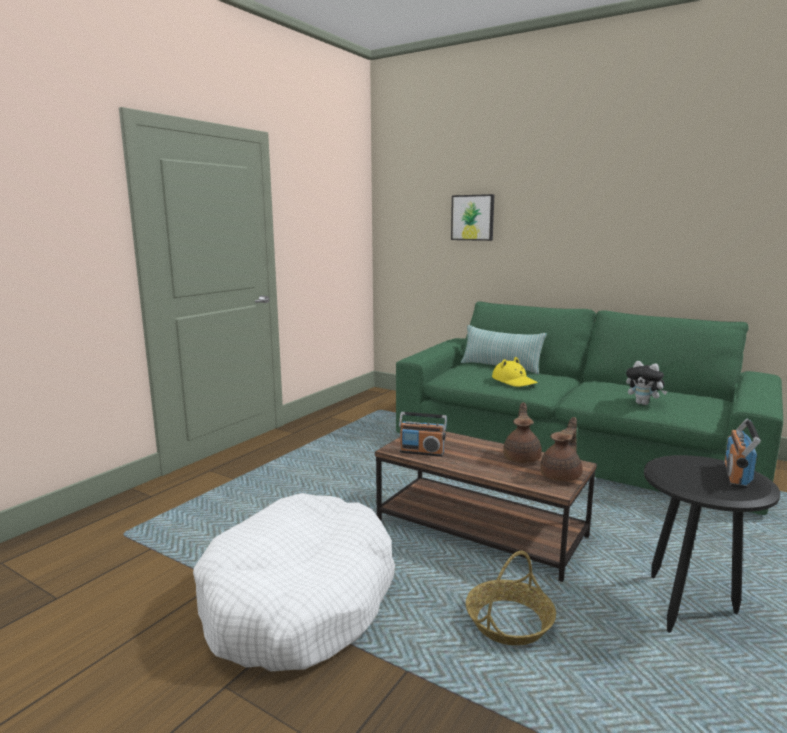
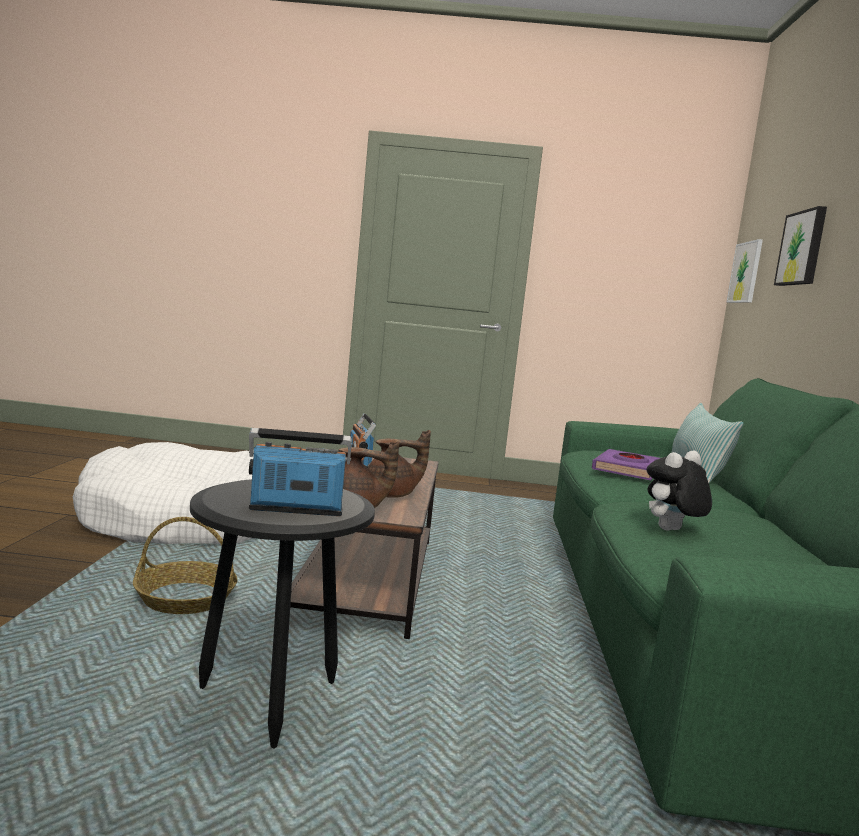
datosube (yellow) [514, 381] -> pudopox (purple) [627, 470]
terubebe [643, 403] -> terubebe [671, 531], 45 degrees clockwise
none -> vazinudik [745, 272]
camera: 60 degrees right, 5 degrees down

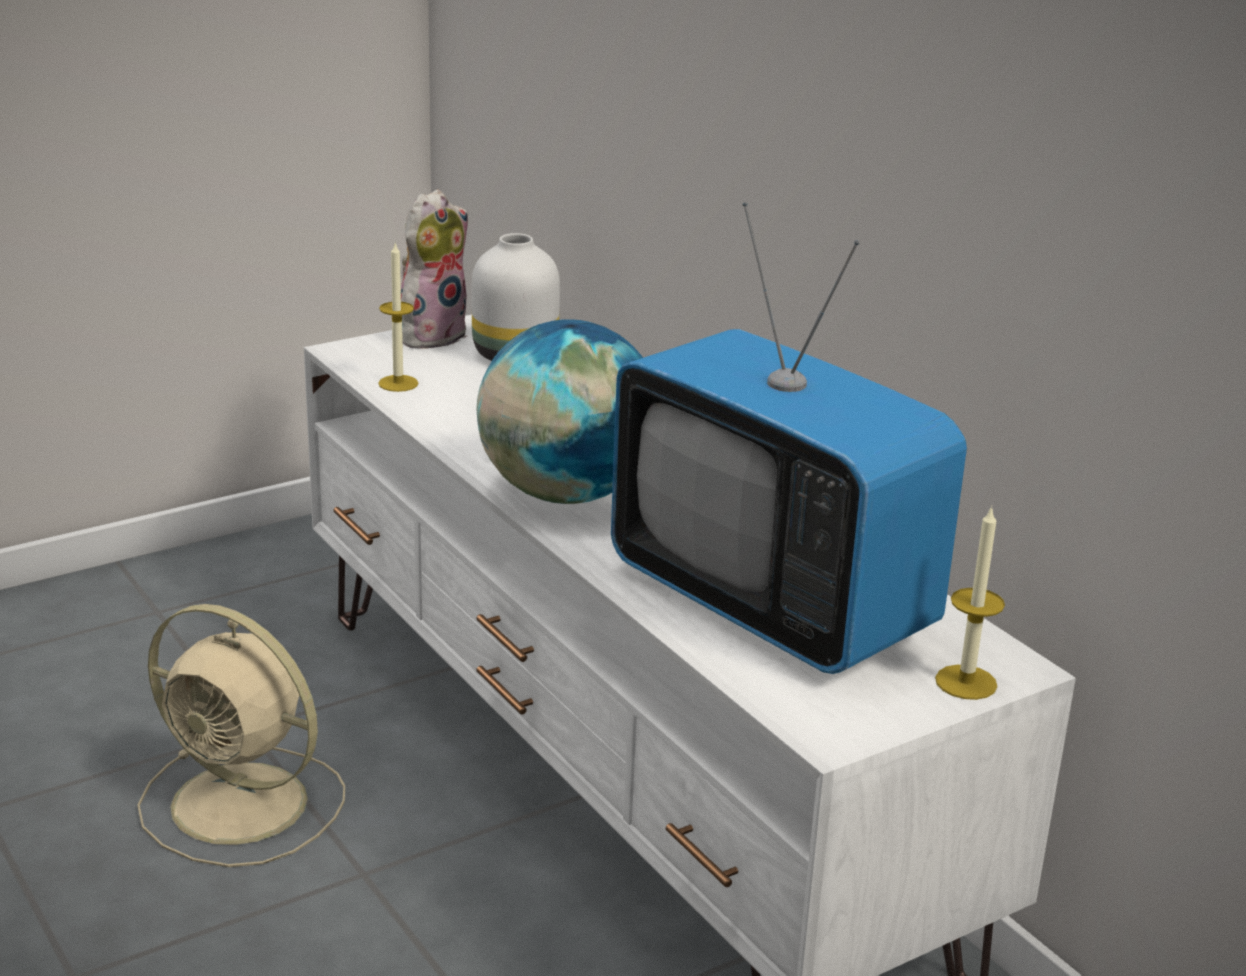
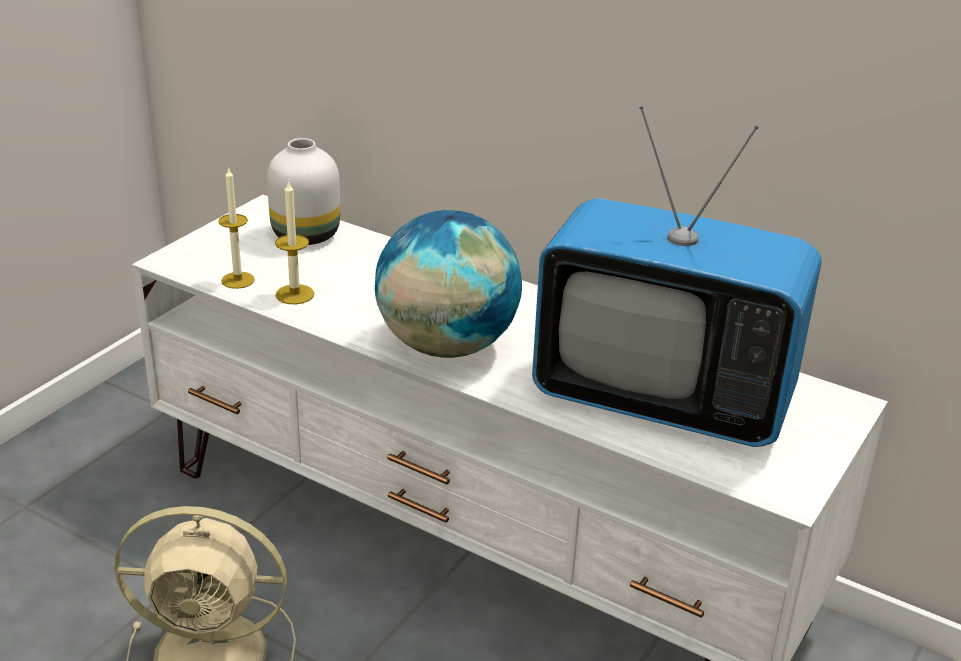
terubebe [431, 334] -> none
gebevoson [966, 682] -> gebevoson [295, 294], moved
camera: 25 degrees left, 5 degrees up

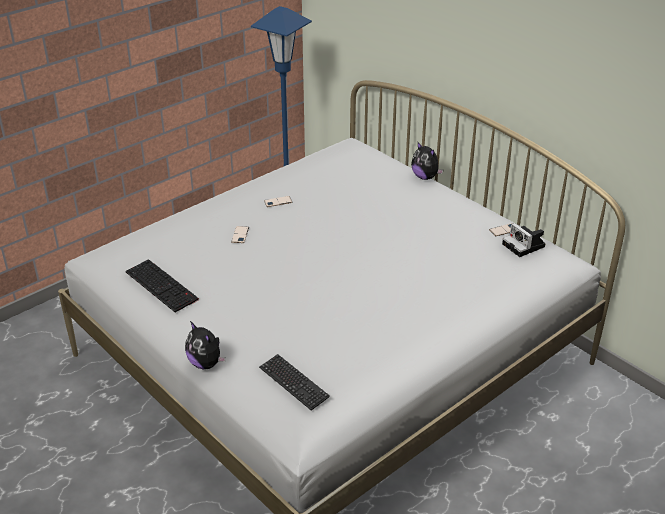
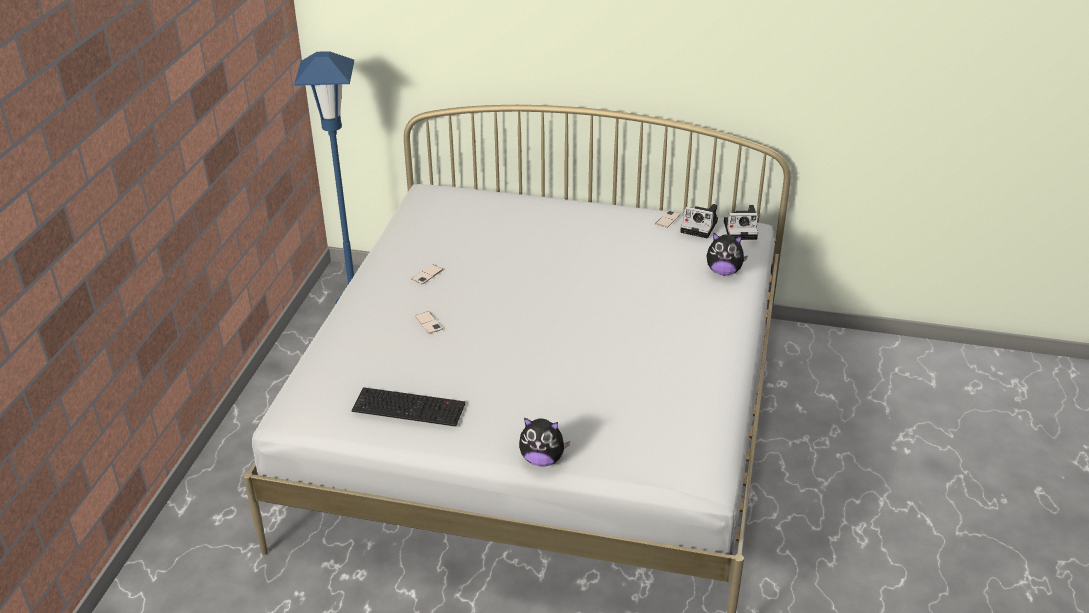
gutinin [294, 383] -> none
terubebe [425, 177] -> terubebe [723, 271], moved
none -> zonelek [741, 230]
camera: 35 degrees left, 0 degrees up

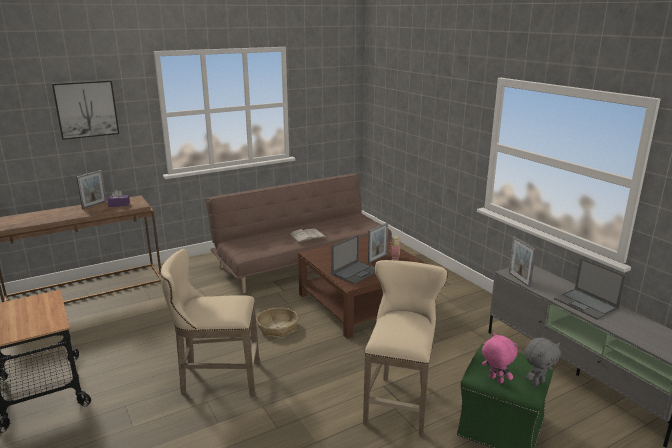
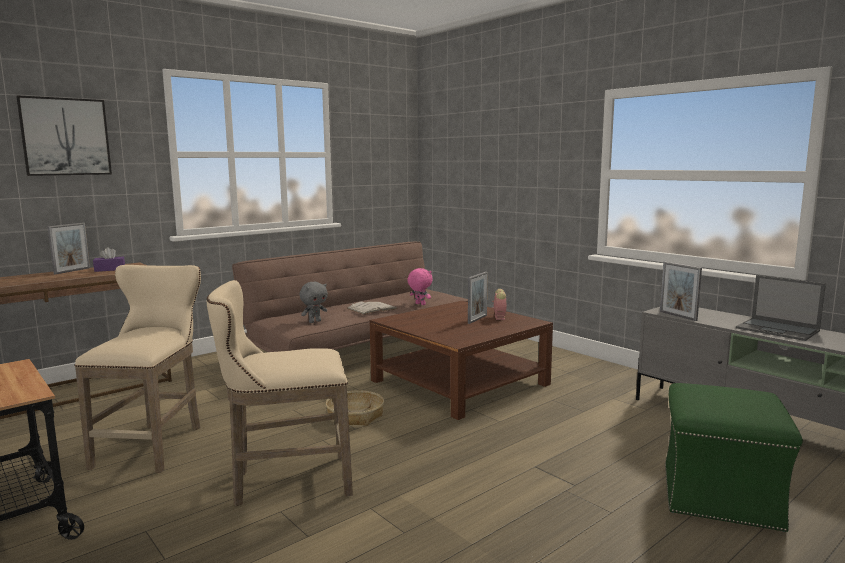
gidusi [356, 272] -> none
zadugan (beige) [400, 401] -> zadugan (beige) [155, 444], moved
terubebe (pink) [495, 380] -> terubebe (pink) [419, 304], moved
terubebe (grey) [537, 382] -> terubebe (grey) [314, 321], moved
camera: 10 degrees left, 10 degrees down

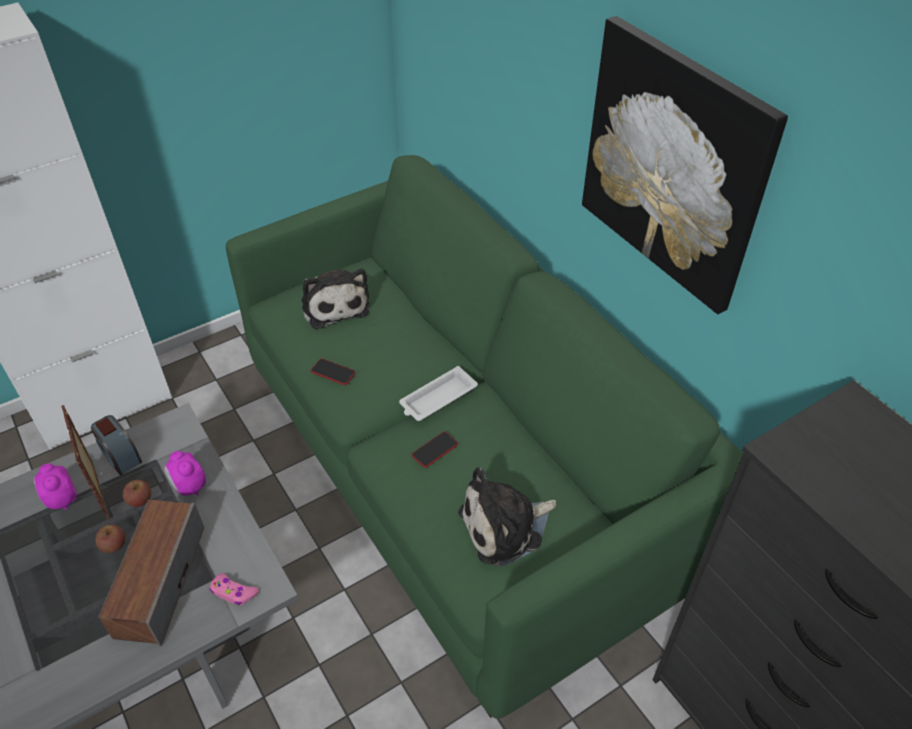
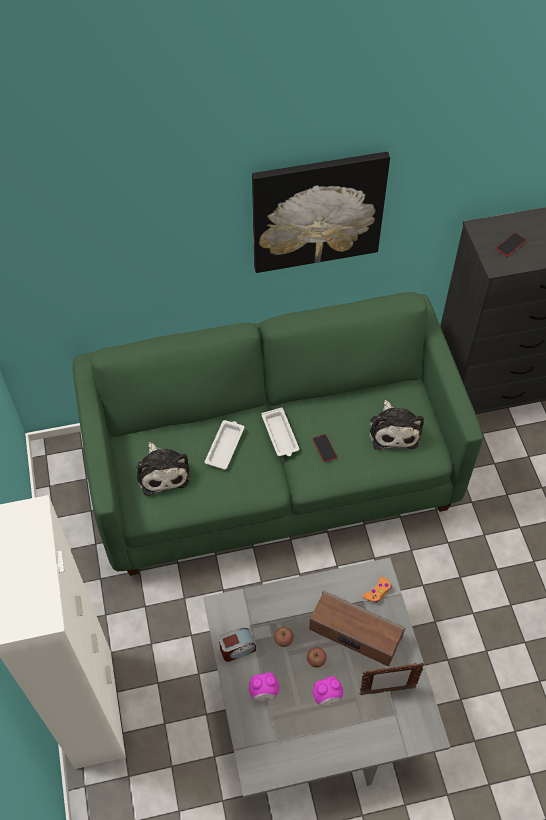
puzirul [101, 491] -> puzirul [386, 690], moved
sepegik [189, 486] -> sepegik [327, 696], moved
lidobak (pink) [233, 593] -> lidobak (orange) [377, 592]
terubebe [334, 304] -> terubebe [162, 472], 75 degrees clockwise
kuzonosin [333, 372] -> kuzonosin [510, 245], moved
none -> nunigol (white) [225, 446]
camera: 70 degrees left, 10 degrees up

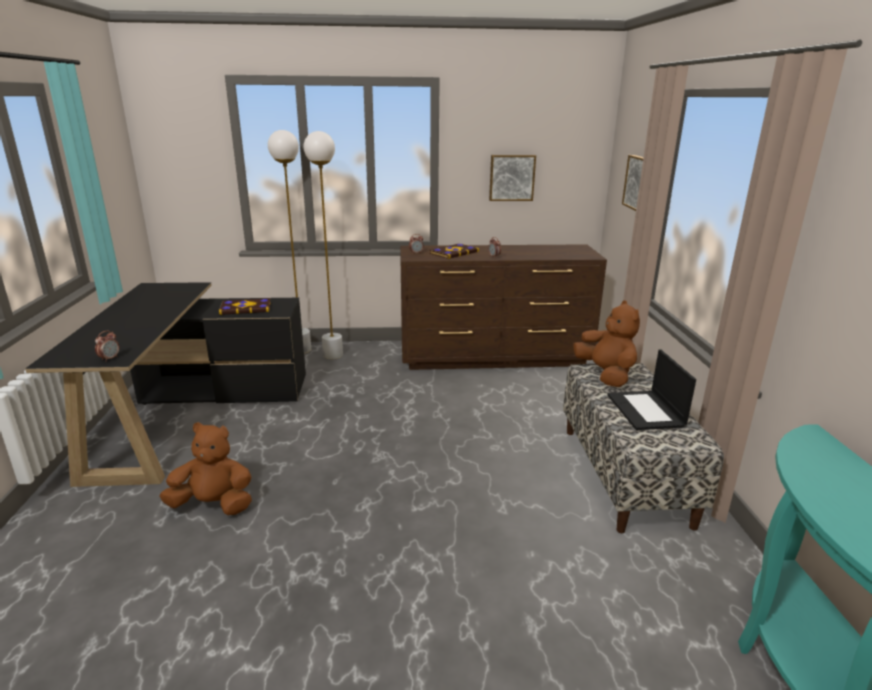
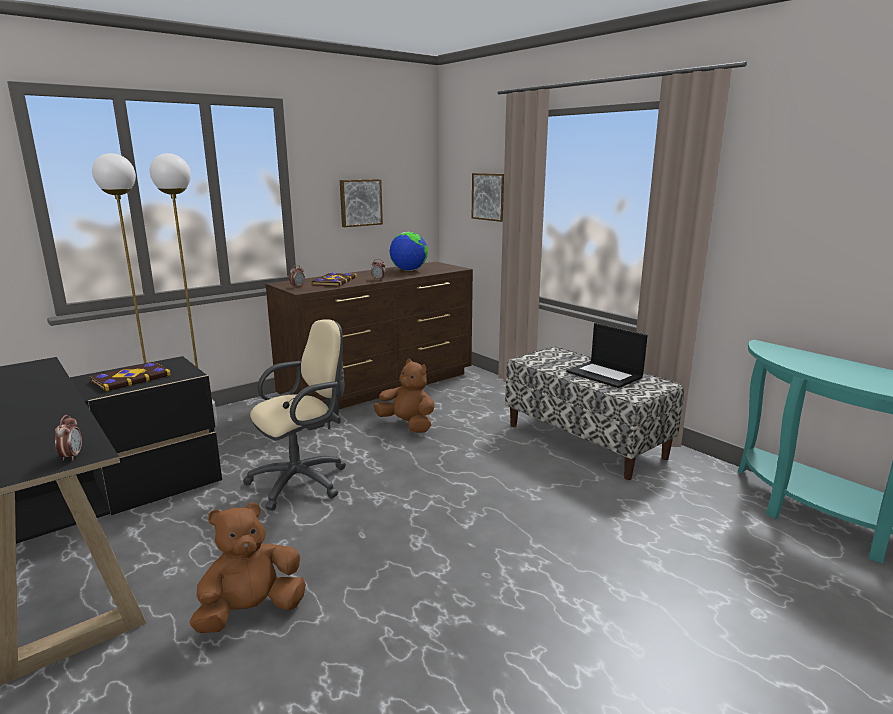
terubebe (brown) [606, 375] -> terubebe (brown) [407, 425], moved
none -> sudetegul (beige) [303, 481]
none -> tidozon [409, 270]
camera: 35 degrees left, 5 degrees down

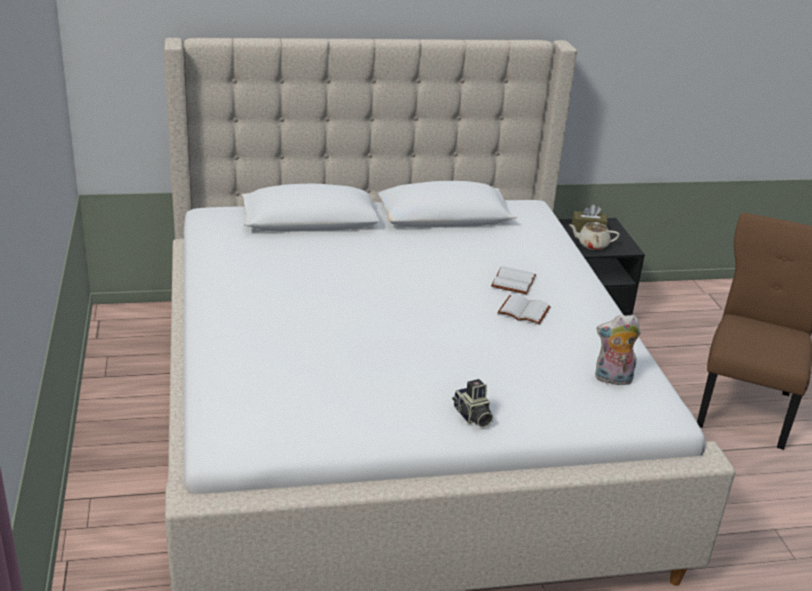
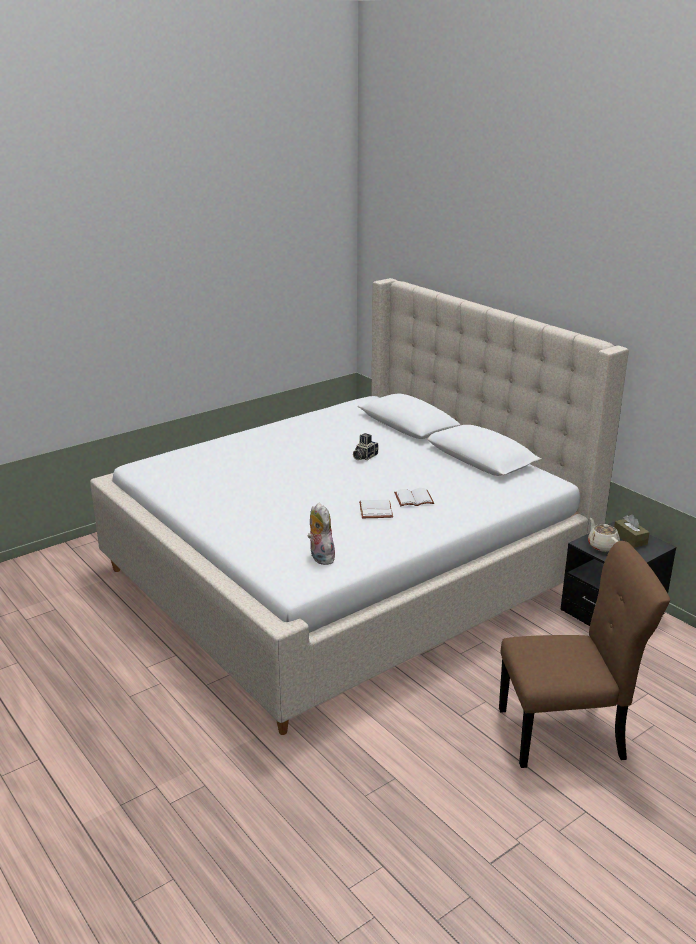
zonelek [472, 416] -> zonelek [364, 456], moved
camera: 65 degrees right, 5 degrees down

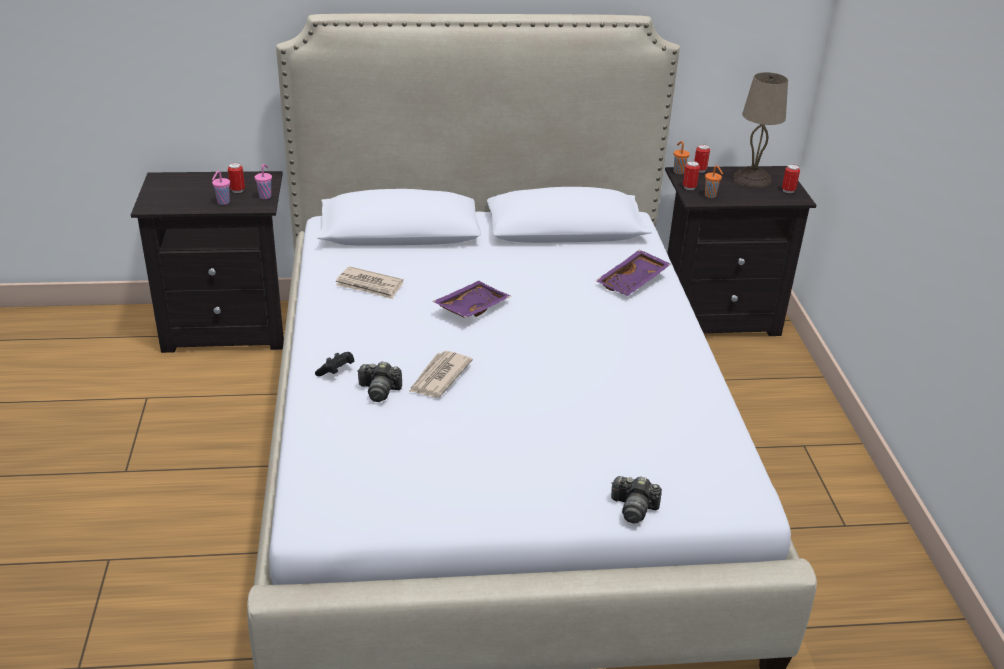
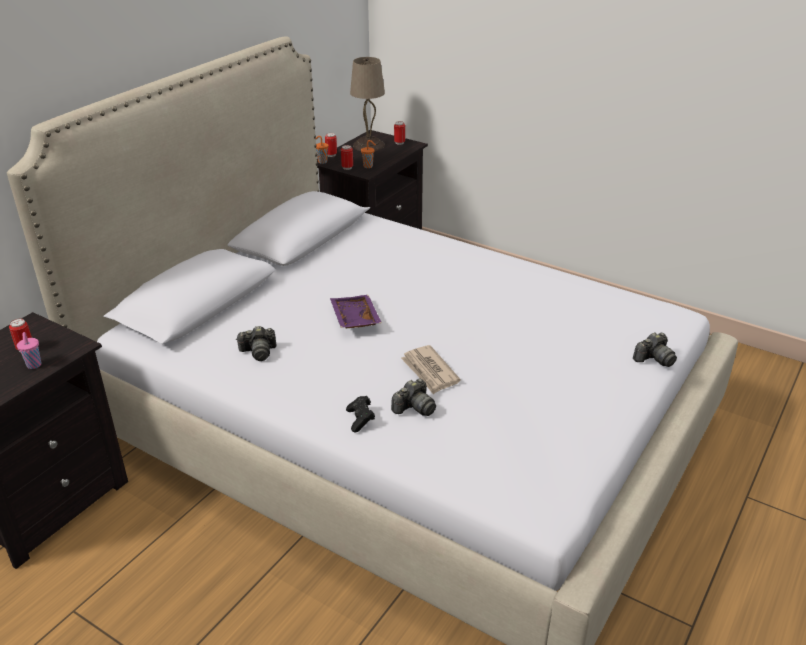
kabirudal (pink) [265, 196] -> none
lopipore [369, 286] -> zonelek [258, 352]
nunigol (purple) [633, 282] -> none
camera: 50 degrees left, 0 degrees up

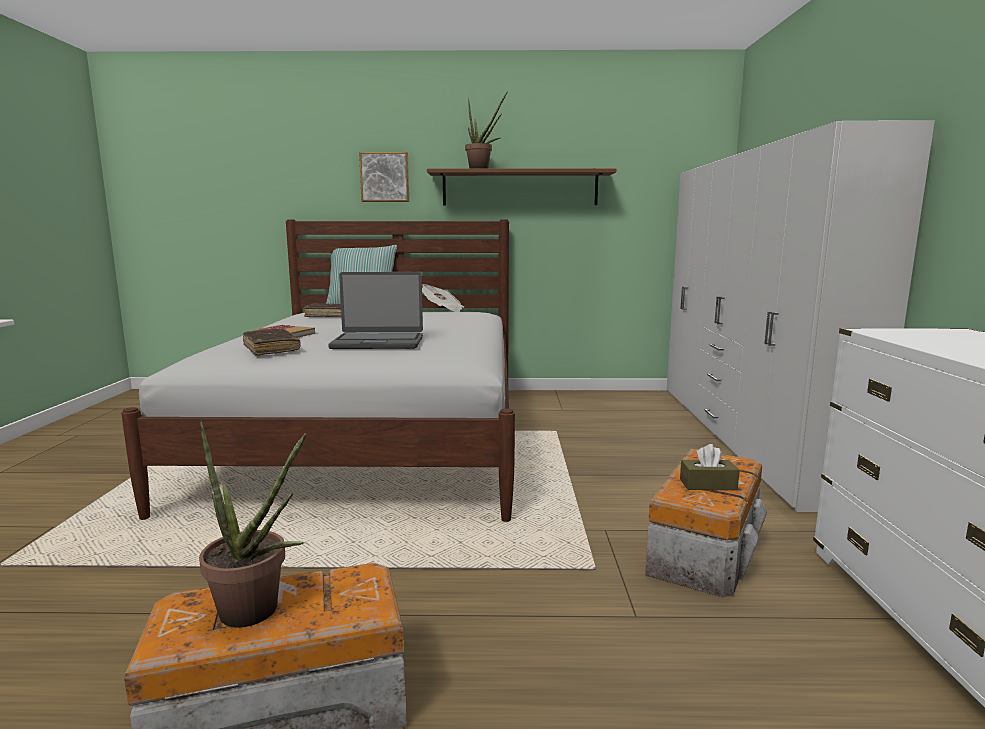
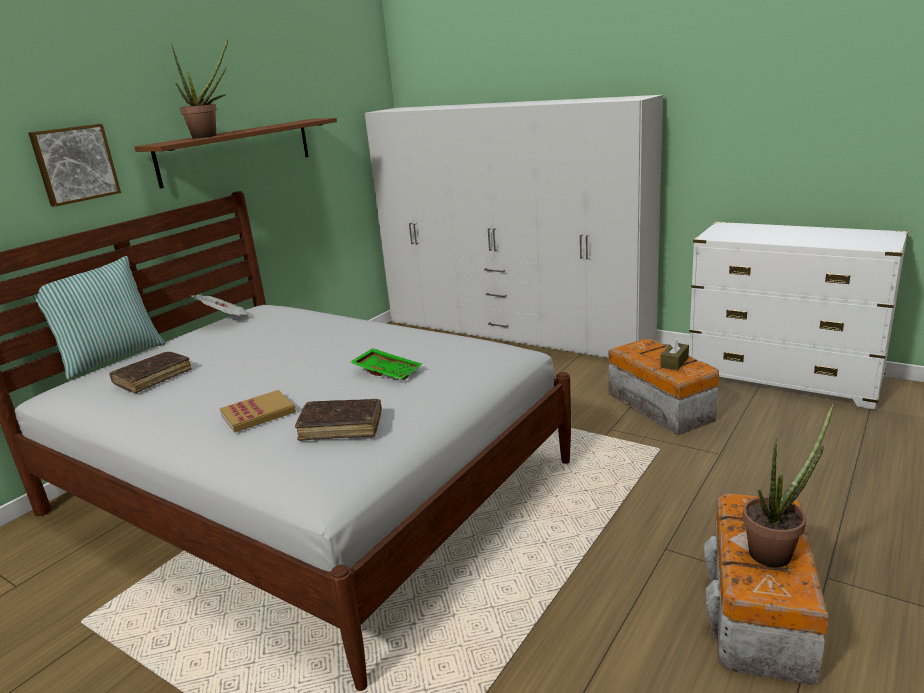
gidusi [378, 343] -> nunigol (green) [388, 371]
camera: 55 degrees left, 10 degrees up

